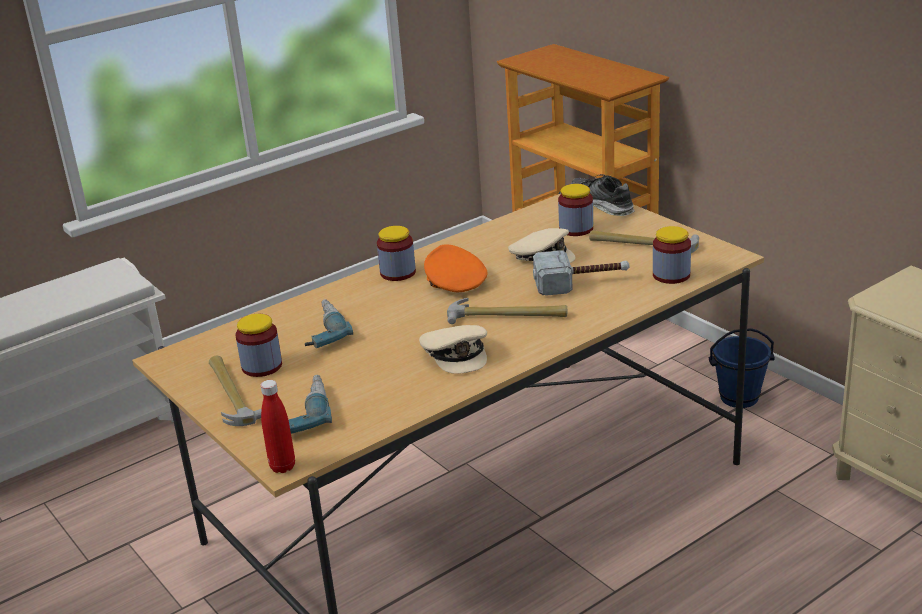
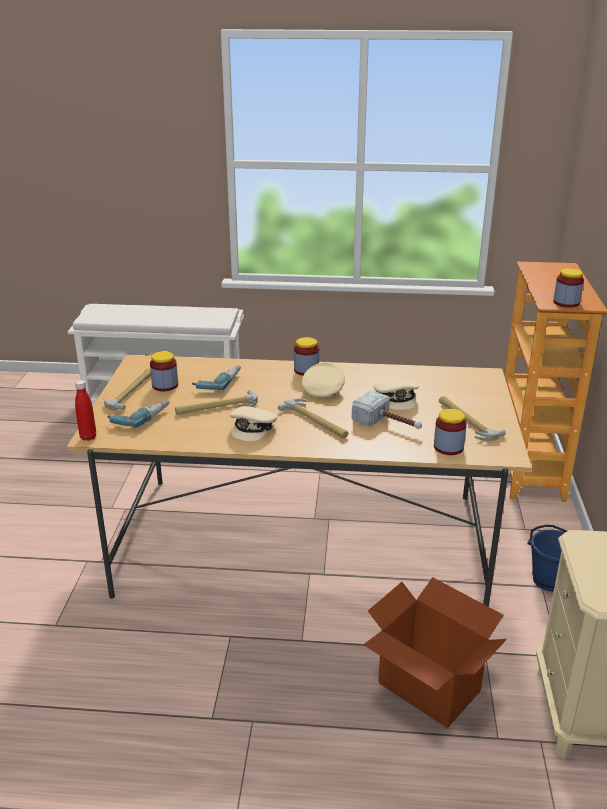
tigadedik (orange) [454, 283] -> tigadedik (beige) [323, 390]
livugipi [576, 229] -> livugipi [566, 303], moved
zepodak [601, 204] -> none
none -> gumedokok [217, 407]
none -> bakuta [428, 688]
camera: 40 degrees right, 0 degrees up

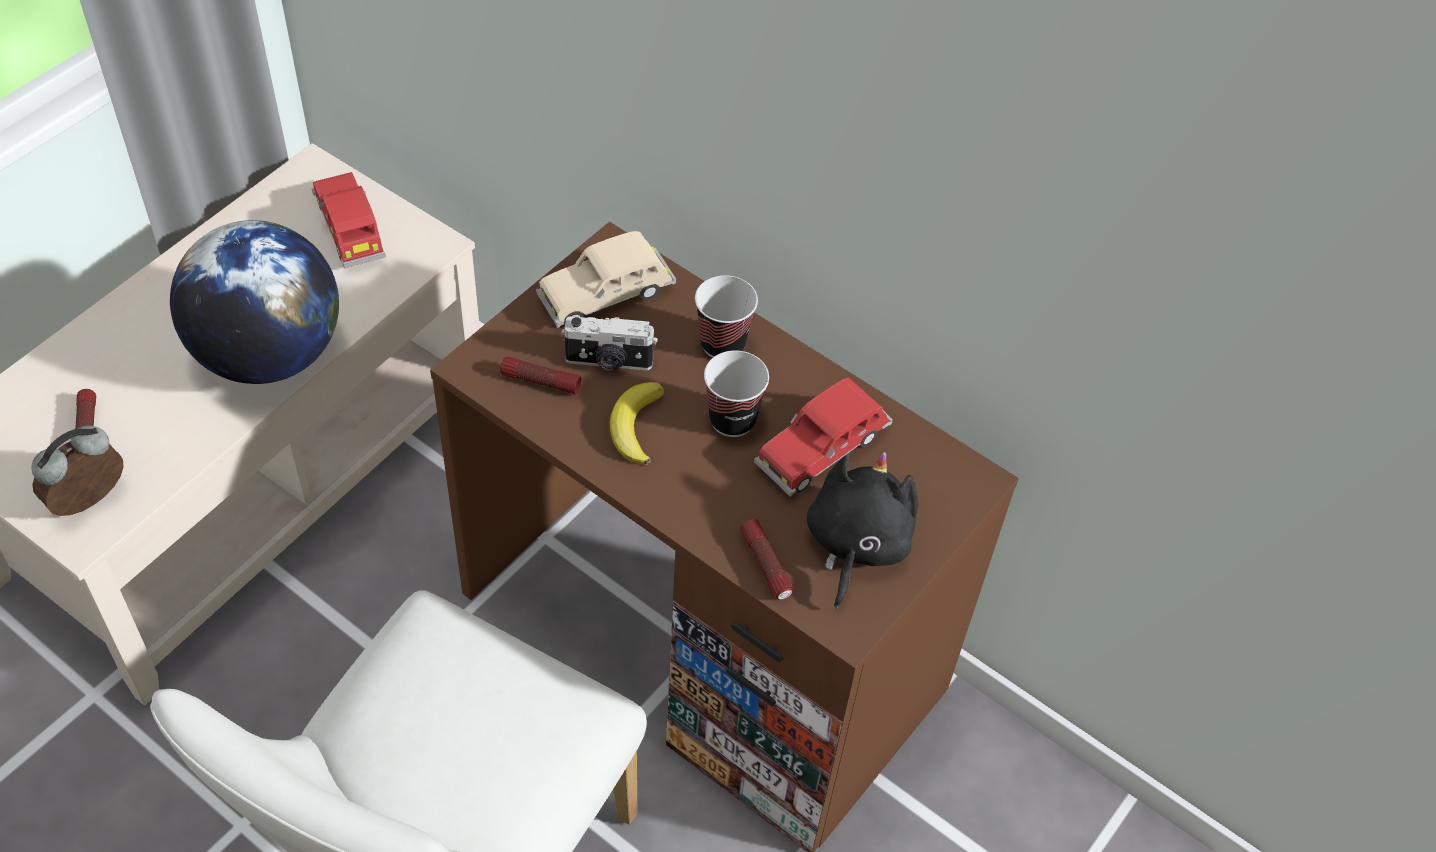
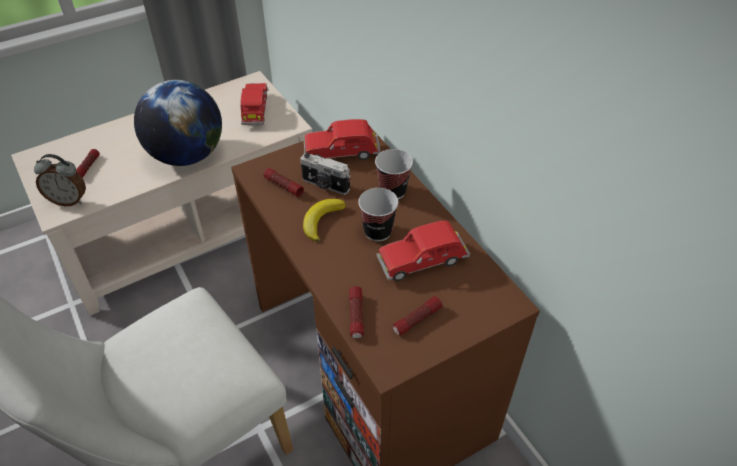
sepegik [91, 502] -> sepegik [69, 200], 150 degrees counterclockwise
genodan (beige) [606, 296] -> genodan (red) [342, 153]
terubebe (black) [856, 544] -> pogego [417, 320]
camera: 25 degrees right, 5 degrees down

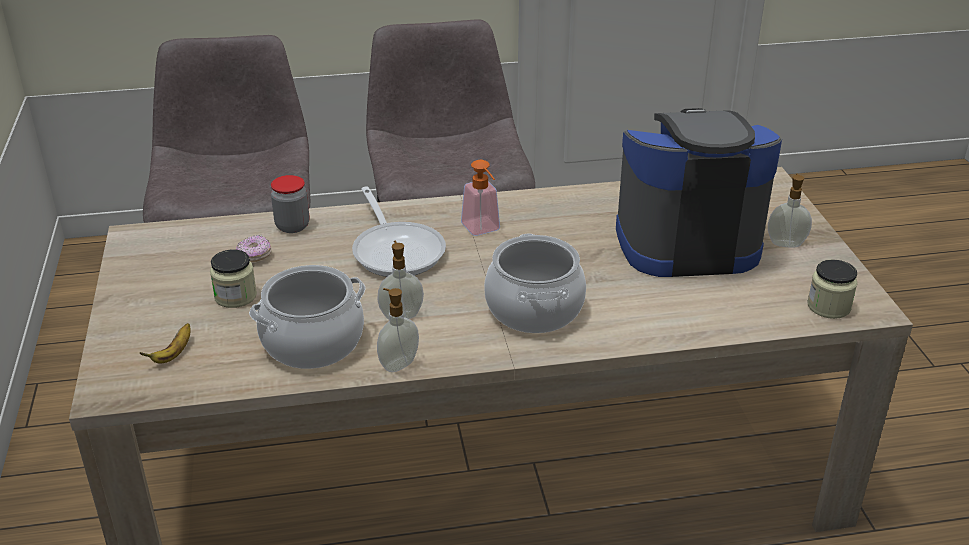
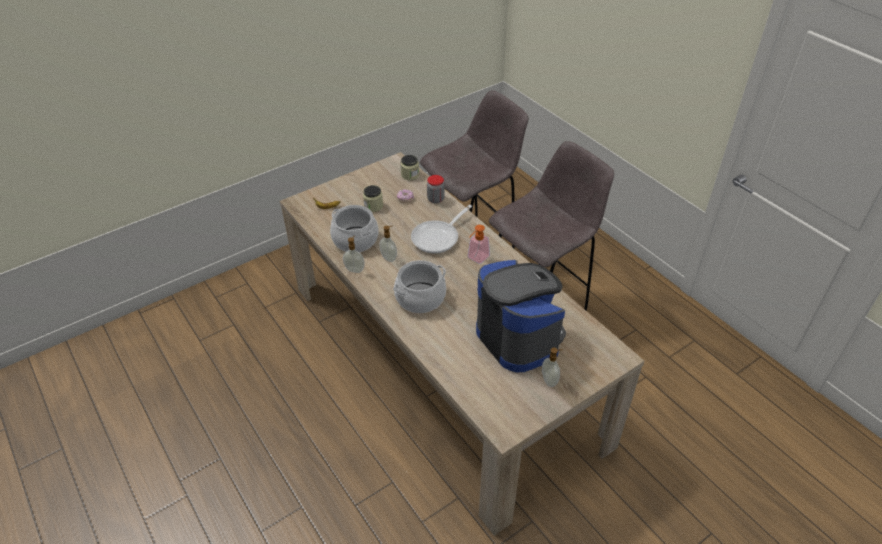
livugipi [828, 306] -> livugipi [410, 175], moved
camera: 65 degrees right, 10 degrees up

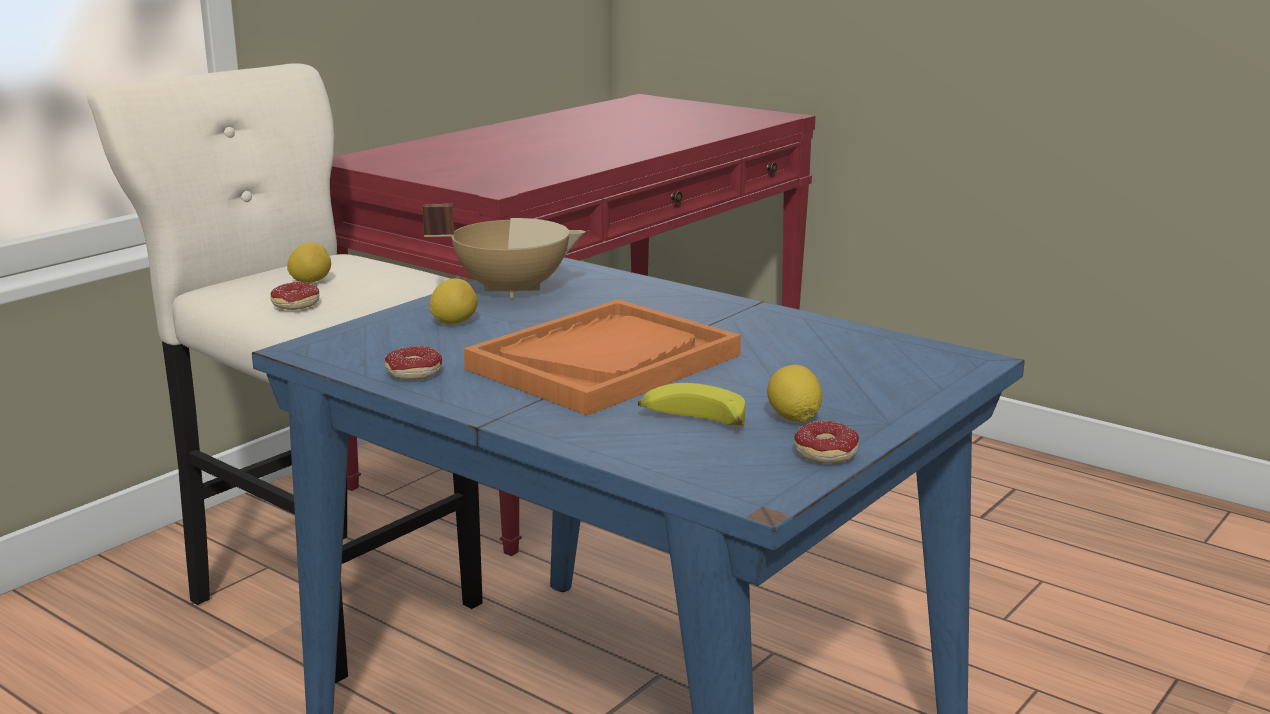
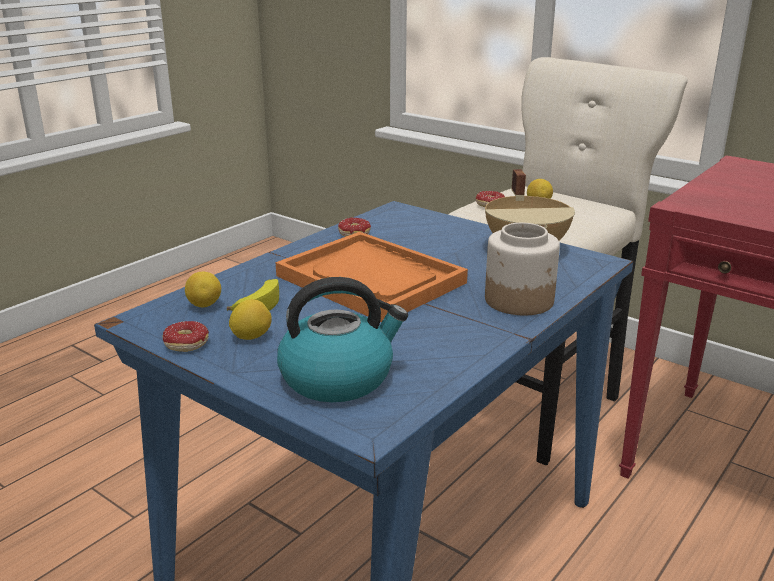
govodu [454, 322] -> govodu [205, 305], moved
none -> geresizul [338, 377]
none -> livugipi [520, 300]
camera: 90 degrees right, 5 degrees up

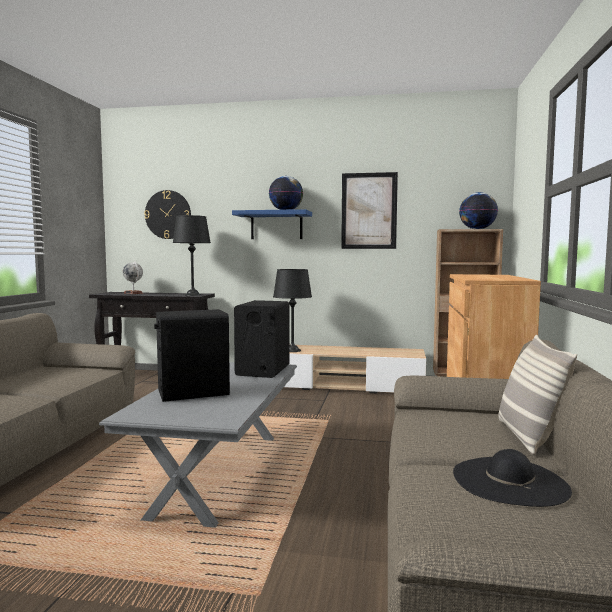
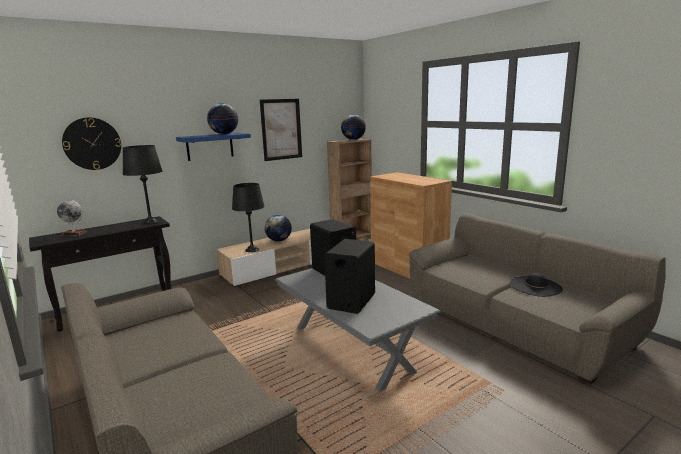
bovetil [528, 437] -> none
none -> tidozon [279, 240]
camera: 45 degrees left, 10 degrees up

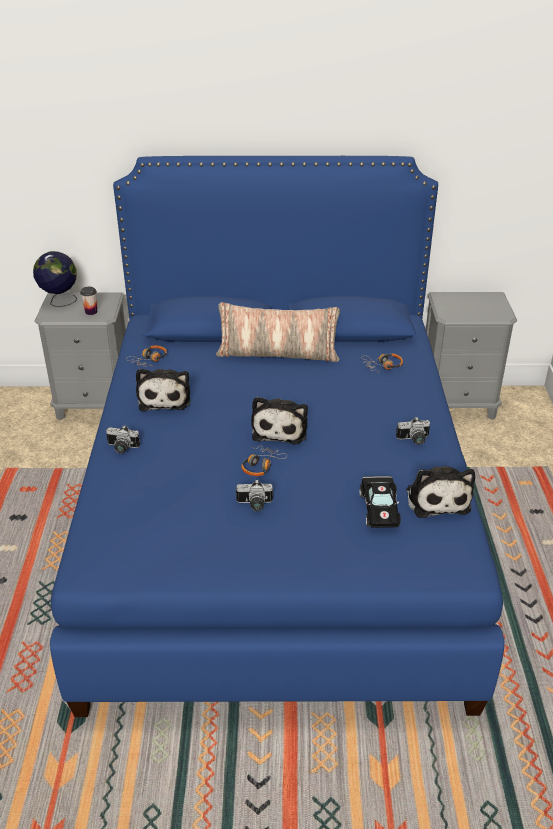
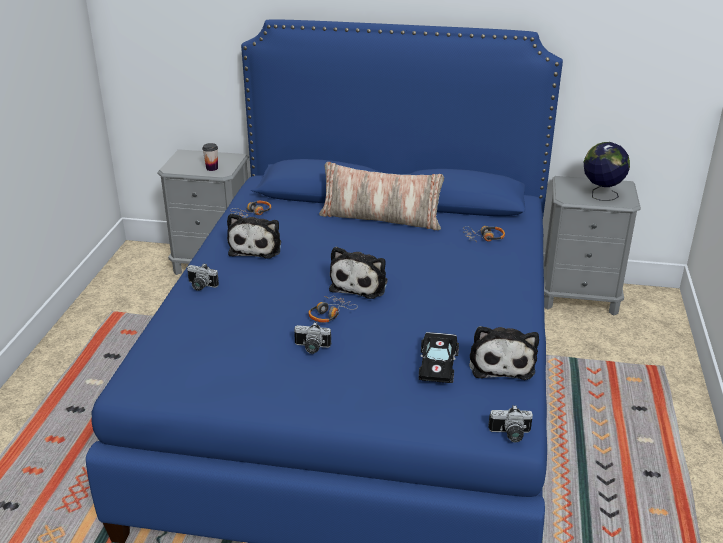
tidozon [60, 301] -> tidozon [601, 196], moved
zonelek [414, 440] -> zonelek [510, 435], moved
camera: 10 degrees right, 5 degrees down

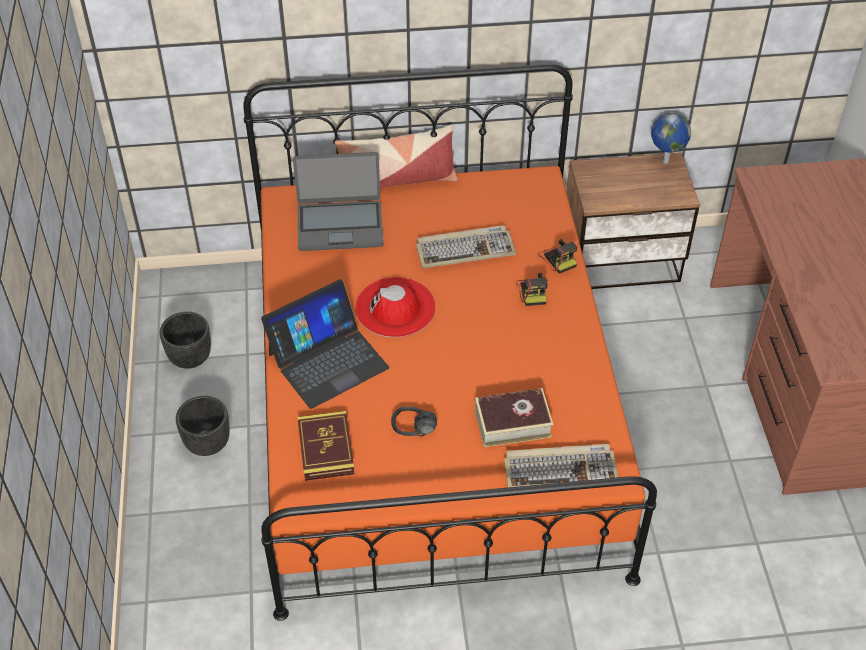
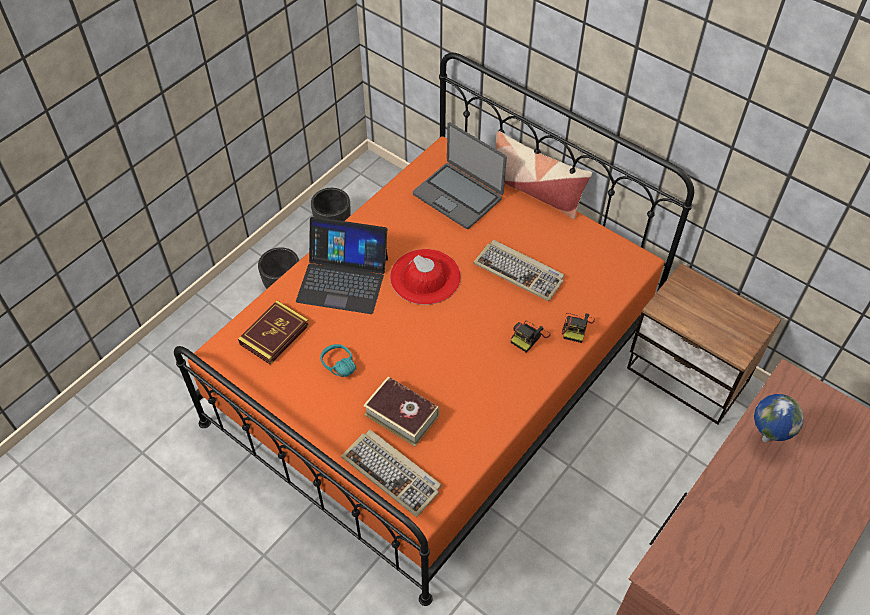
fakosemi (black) [413, 433] -> fakosemi (turquoise) [334, 368]
tidozon [664, 161] -> tidozon [765, 438], moved
camera: 45 degrees right, 5 degrees up

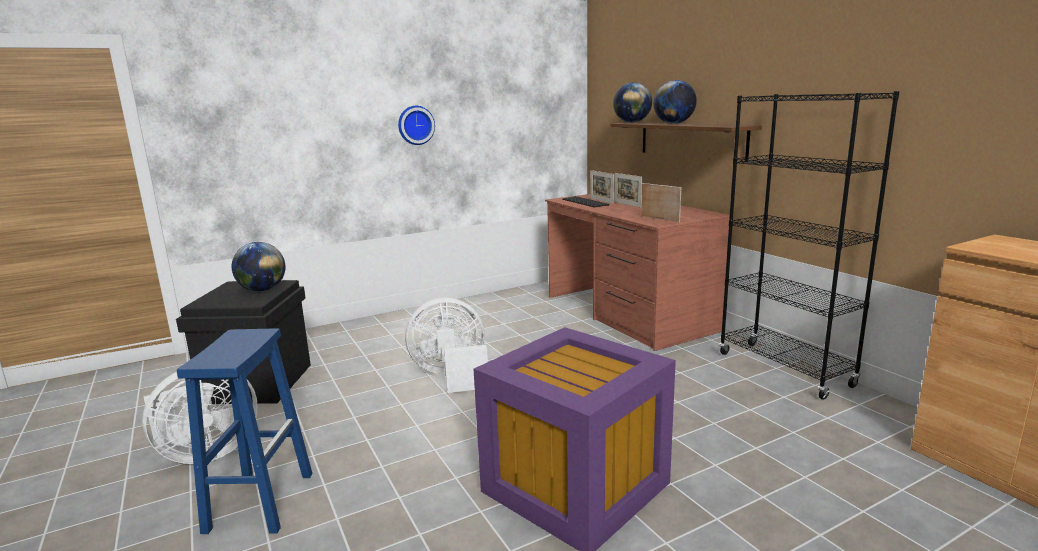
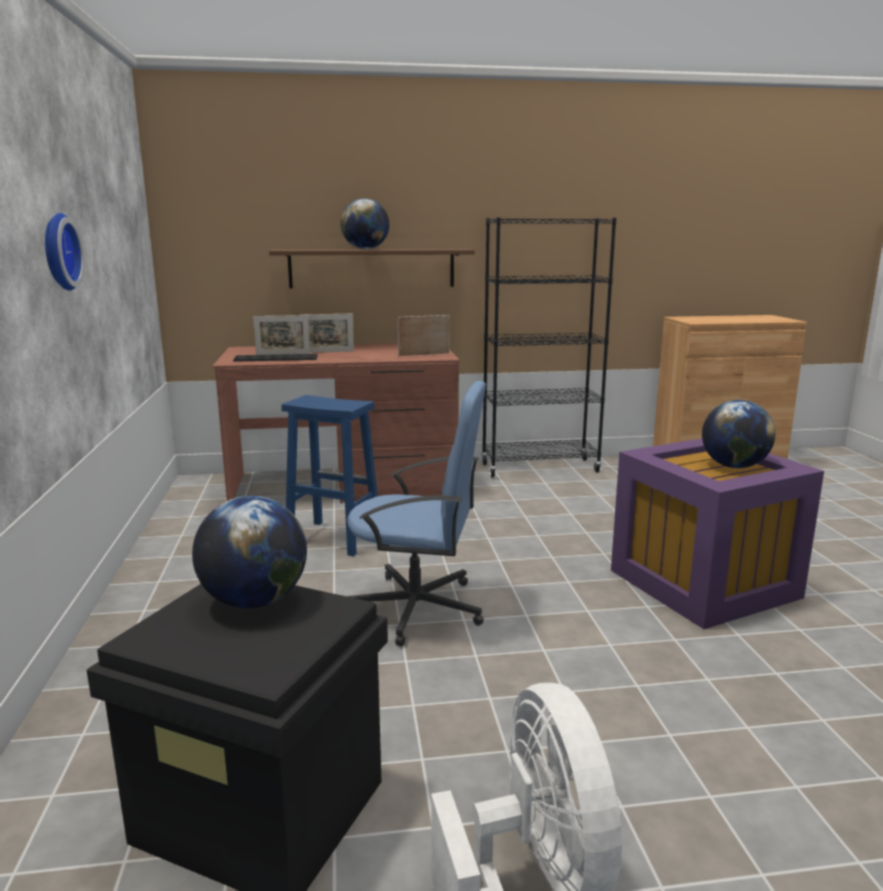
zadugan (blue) [260, 501] -> zadugan (blue) [332, 538], moved
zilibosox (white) [451, 376] -> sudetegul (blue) [417, 608]
tidozon [632, 122] -> tidozon [734, 466], moved
camera: 70 degrees left, 0 degrees up

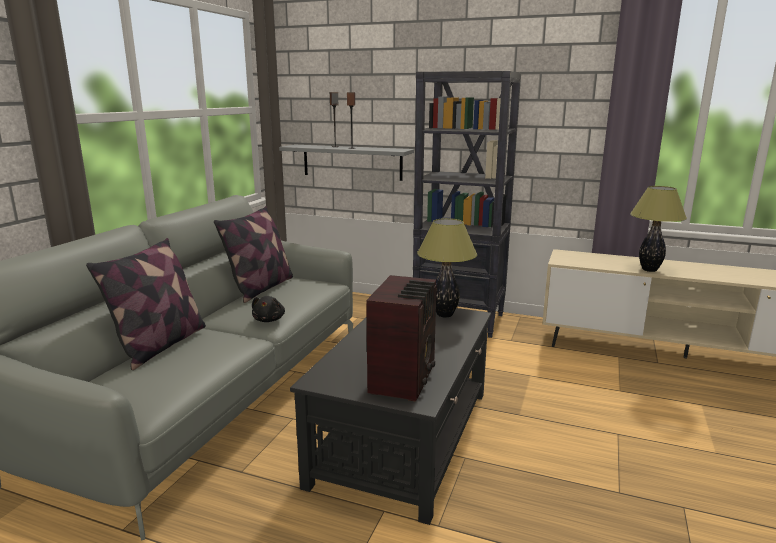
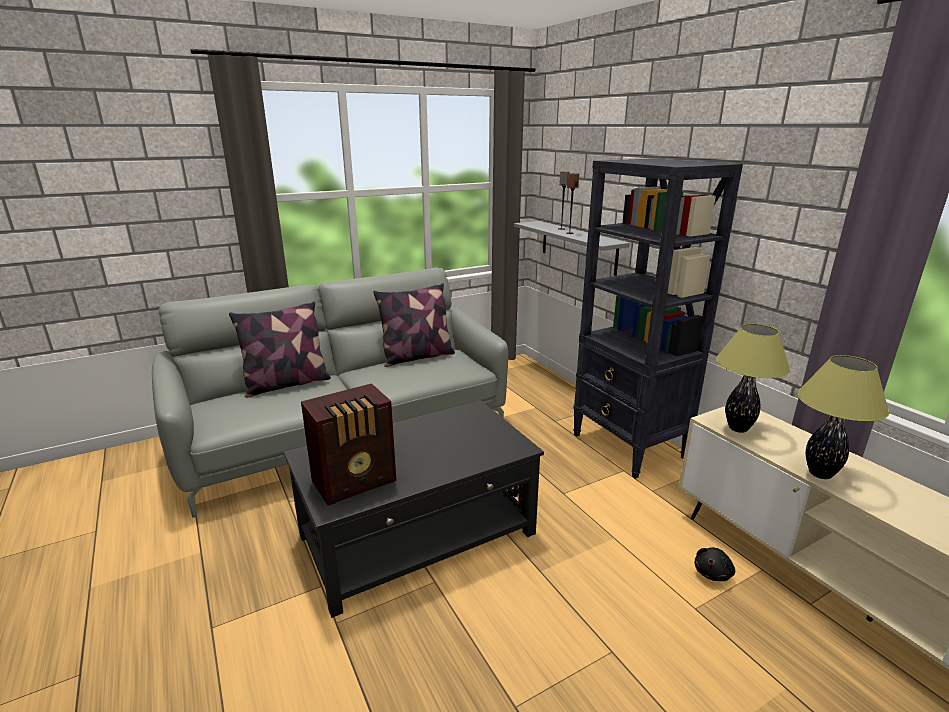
terubebe (black) [269, 320] -> terubebe (black) [713, 573], moved
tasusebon [444, 314] -> tasusebon [737, 428], moved
camera: 40 degrees right, 5 degrees up

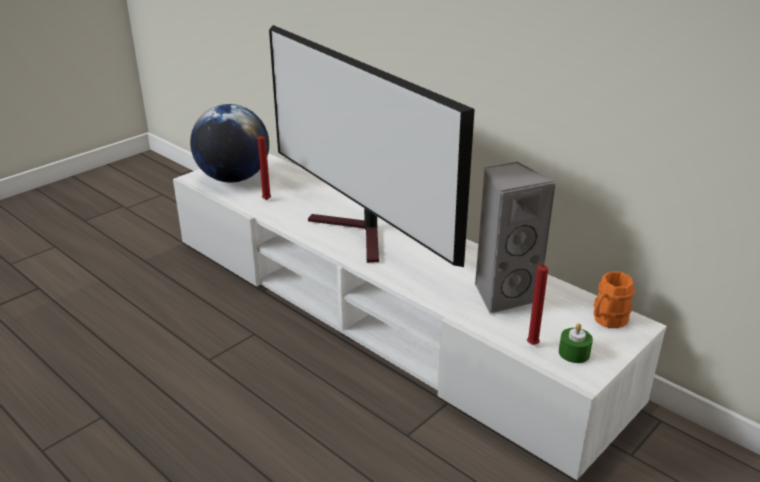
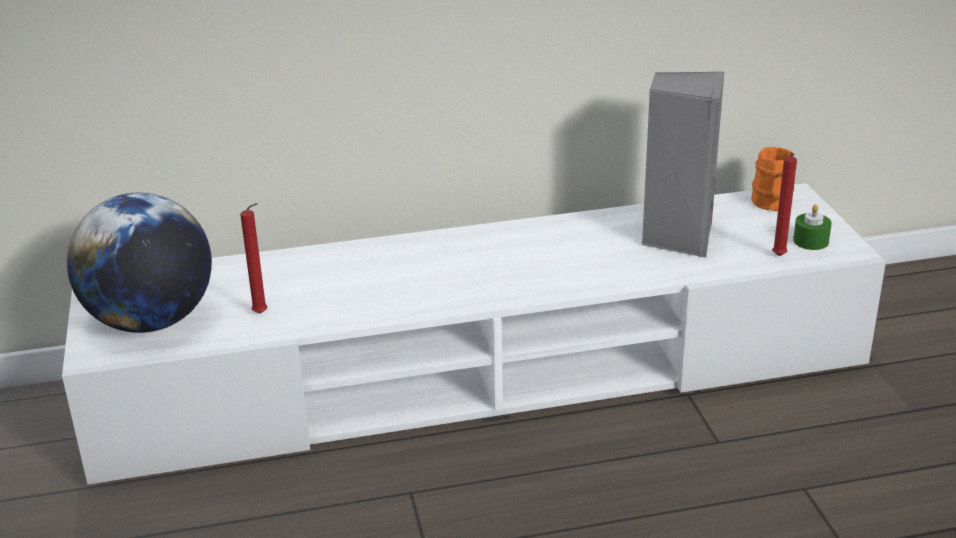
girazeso [360, 234] -> none
camera: 55 degrees left, 0 degrees up

